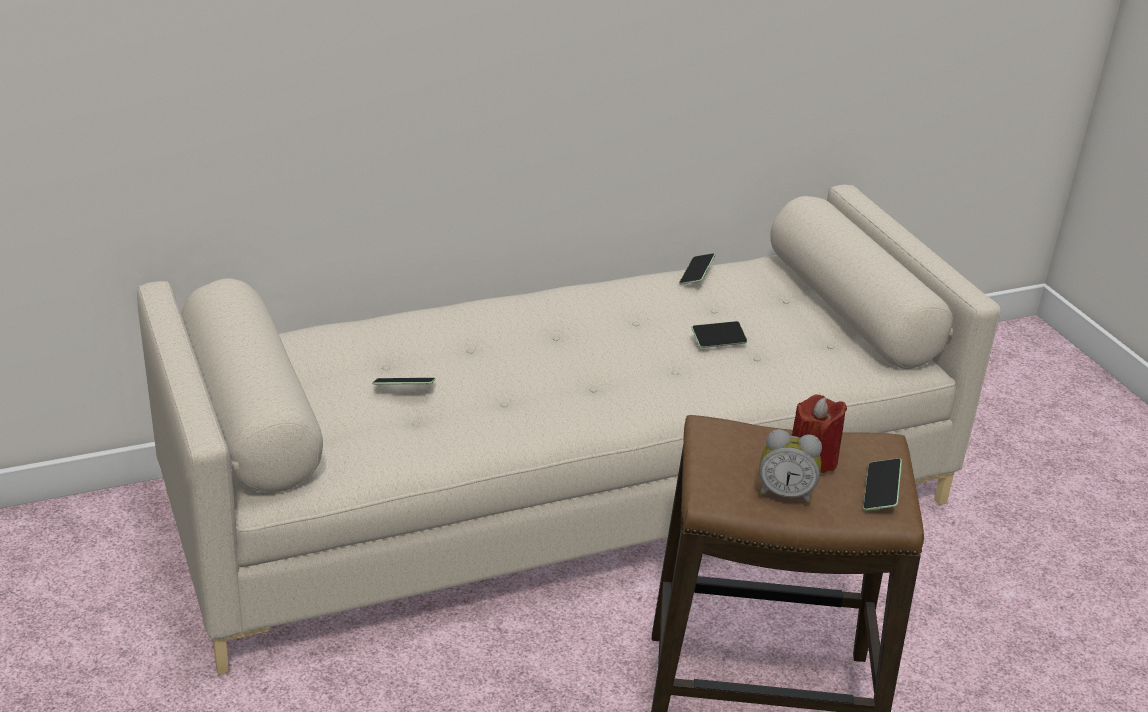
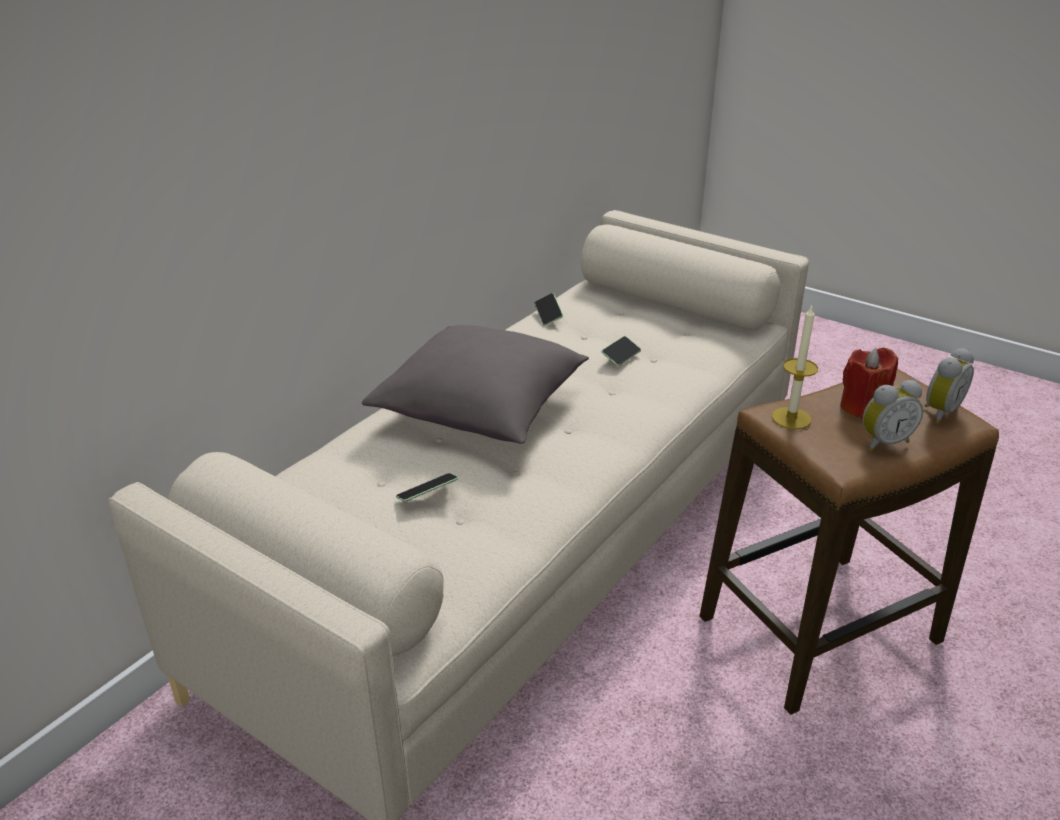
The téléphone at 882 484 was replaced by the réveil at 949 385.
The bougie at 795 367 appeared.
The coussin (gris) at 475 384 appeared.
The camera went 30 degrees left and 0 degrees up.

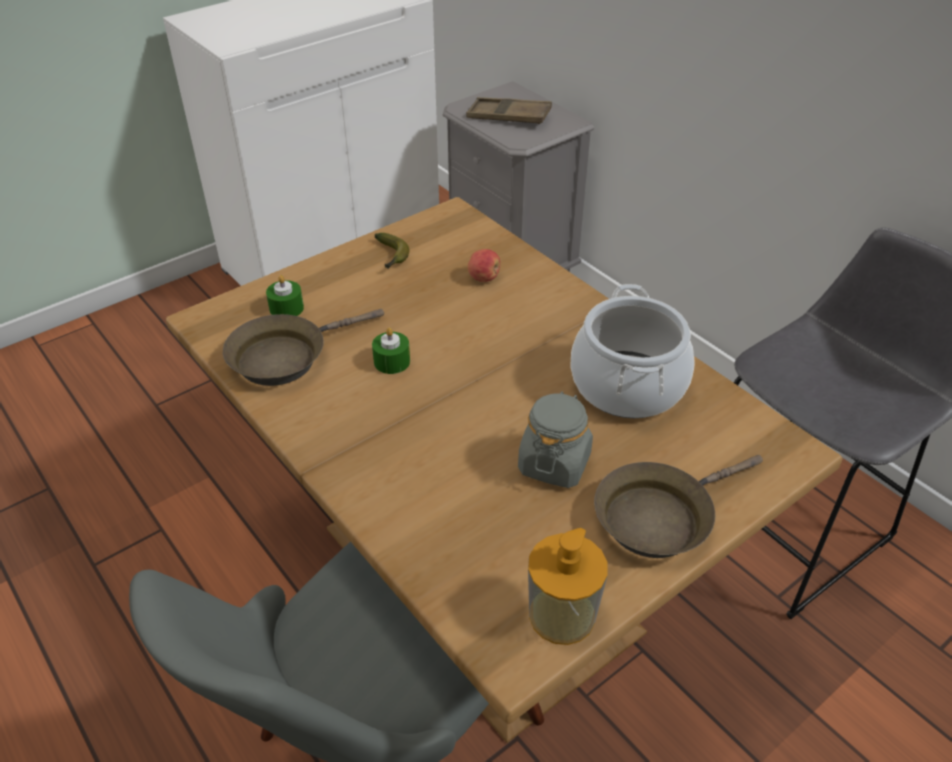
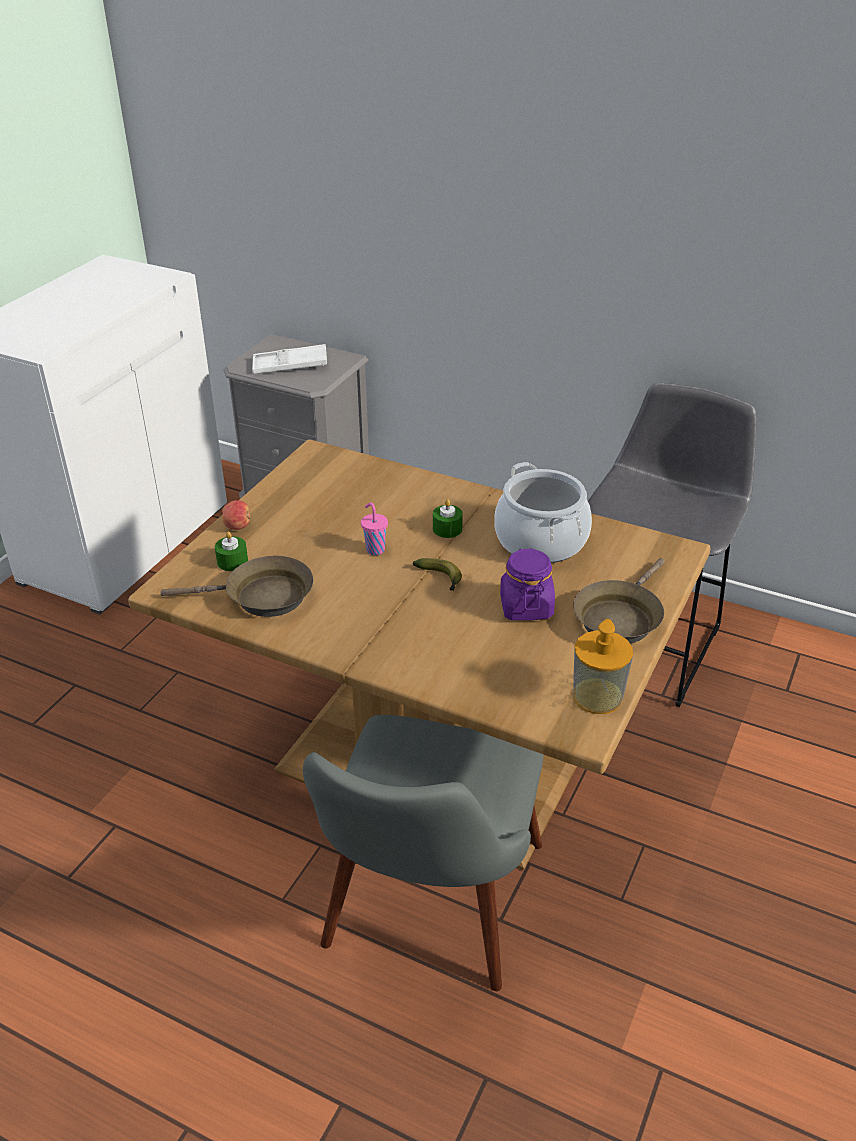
The plateau (marron) at 509 110 became the plateau (blanc) at 289 359.
The banane moved from 392 251 to 437 574.
The pomme moved from 484 265 to 236 515.
The poêle (marron) at 303 347 turned 120 degrees counterclockwise.
The bougie (vert) moved from 391 350 to 448 518.
The bocal (gris) at 555 439 became the bocal (violet) at 527 584.
The tasse (rose) at 374 528 appeared.
The camera went 25 degrees left and 5 degrees down.

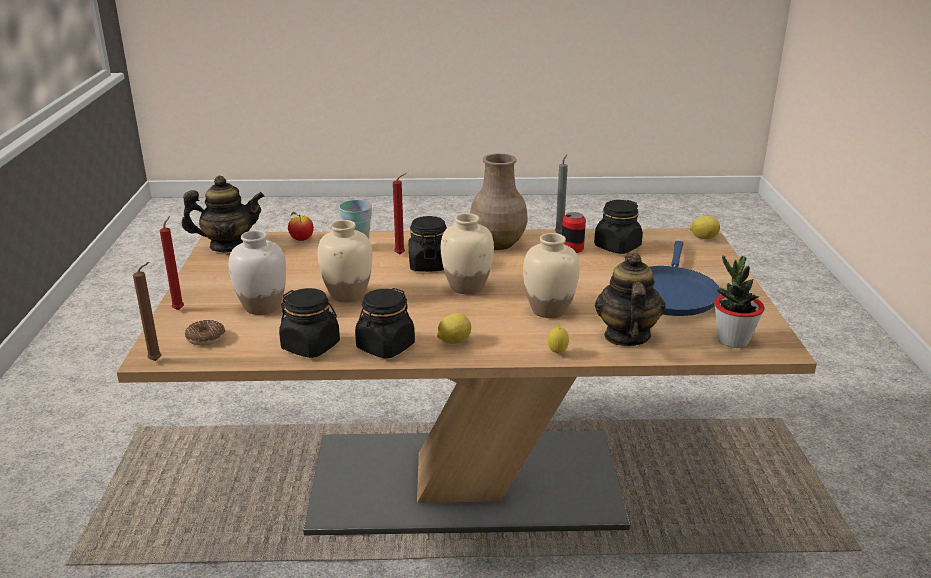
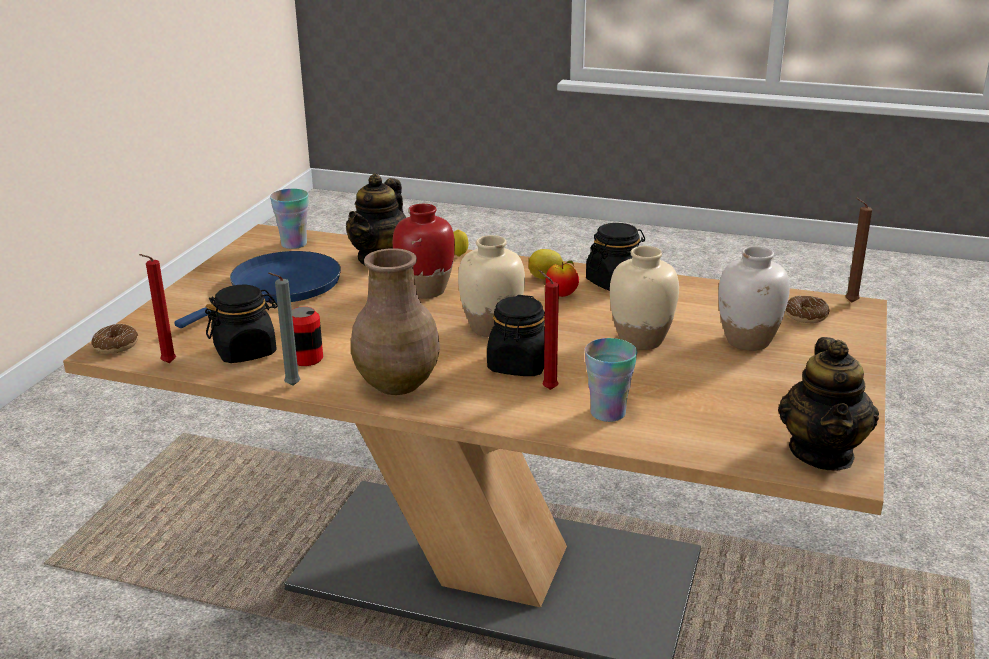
The théière at 223 213 turned 90 degrees counterclockwise.
The pomme moved from 301 226 to 562 278.
The bougie (rouge) moved from 172 263 to 157 308.
The citron at 705 228 was replaced by the beignet at 114 339.
The vase (beige) at 551 275 became the vase (rouge) at 424 251.
The plante en pot at 739 301 was replaced by the tasse at 289 219.
The bocal (noir) at 309 323 disappeared.
The camera went 160 degrees left and 0 degrees up.

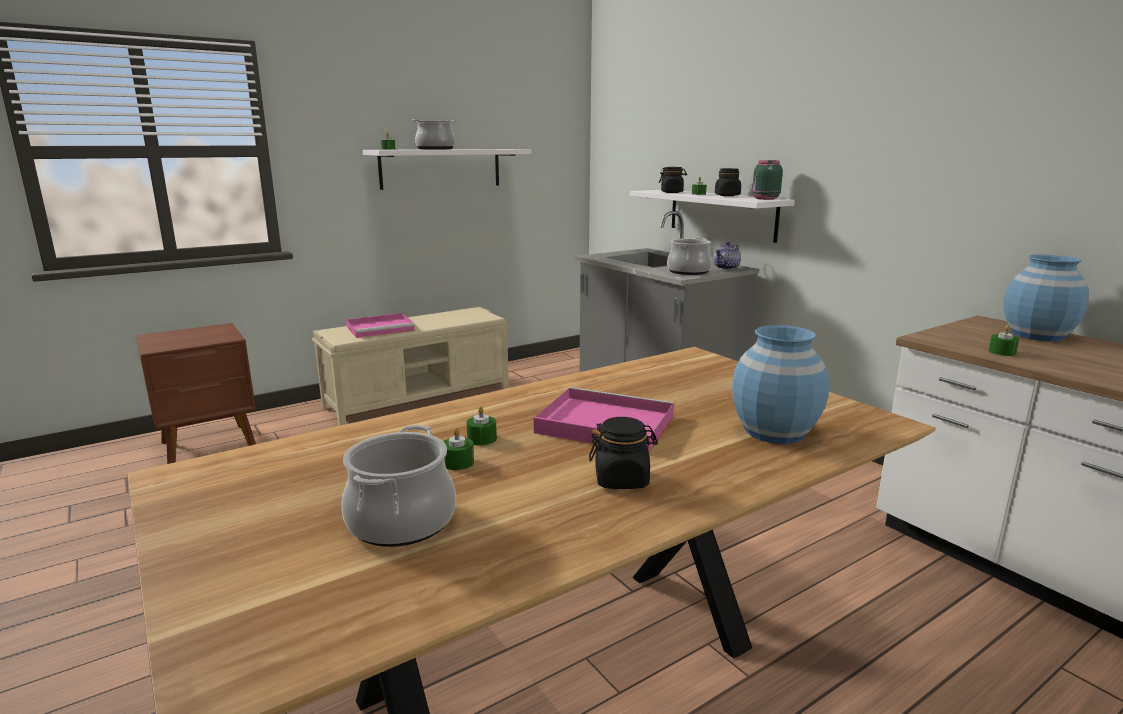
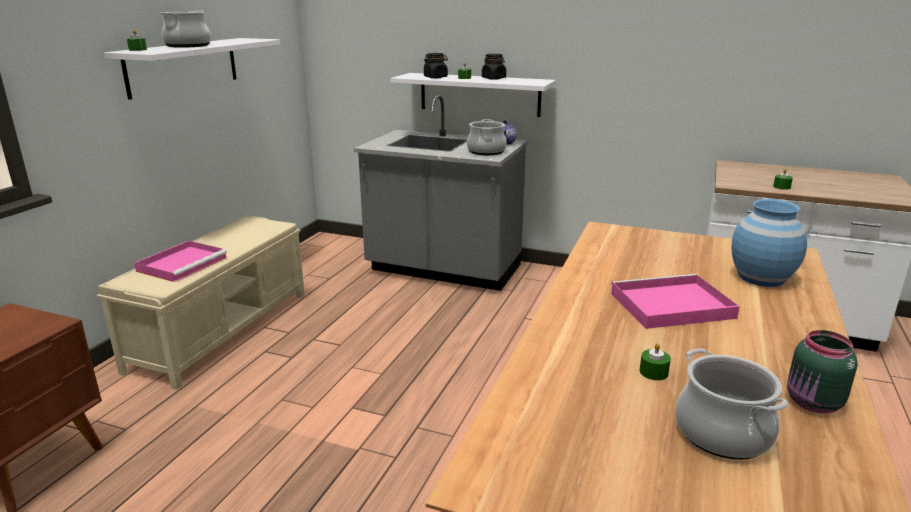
The bocal (vert) moved from 767 180 to 822 371.
The vase (bleu) at 1046 298 disappeared.
The bougie (vert) at 482 425 disappeared.
The bocal (noir) at 623 453 disappeared.
The camera went 35 degrees left and 5 degrees up.

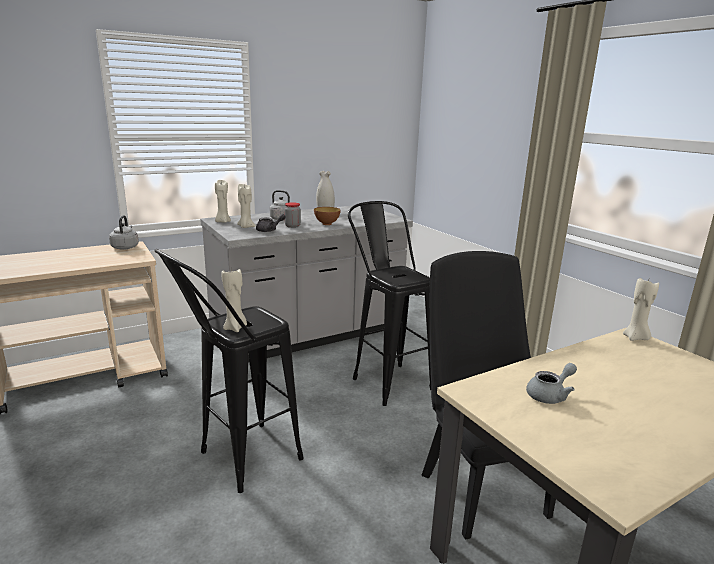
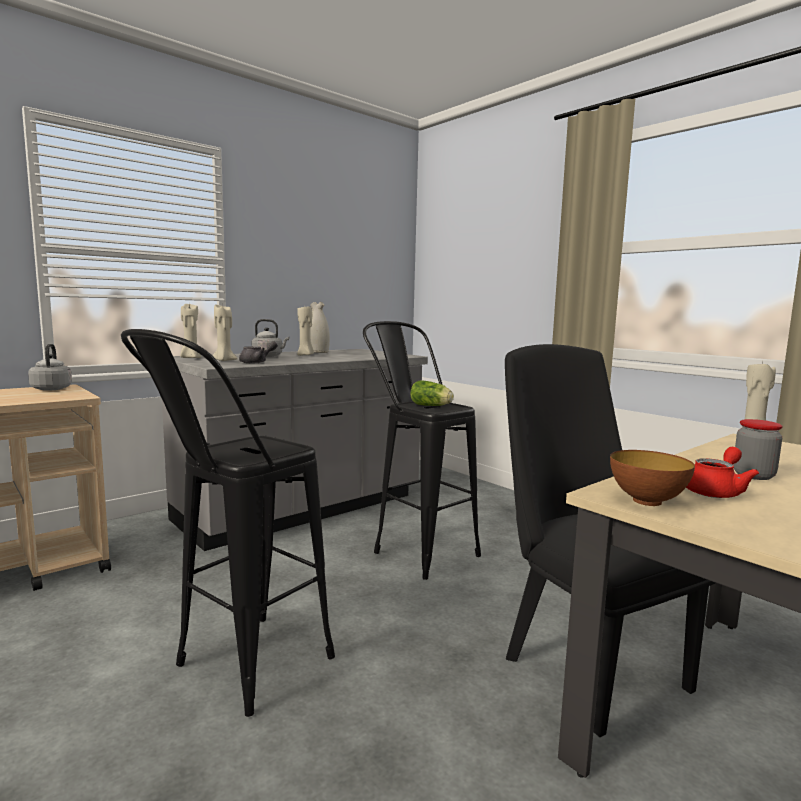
The bocal moved from 292 215 to 757 449.
The bol moved from 327 216 to 652 478.
The bougie (beige) moved from 234 300 to 305 331.
The théière (gris) at 551 383 became the théière (rouge) at 722 472.
The laitue at 432 393 appeared.
The camera went 10 degrees left and 10 degrees down.

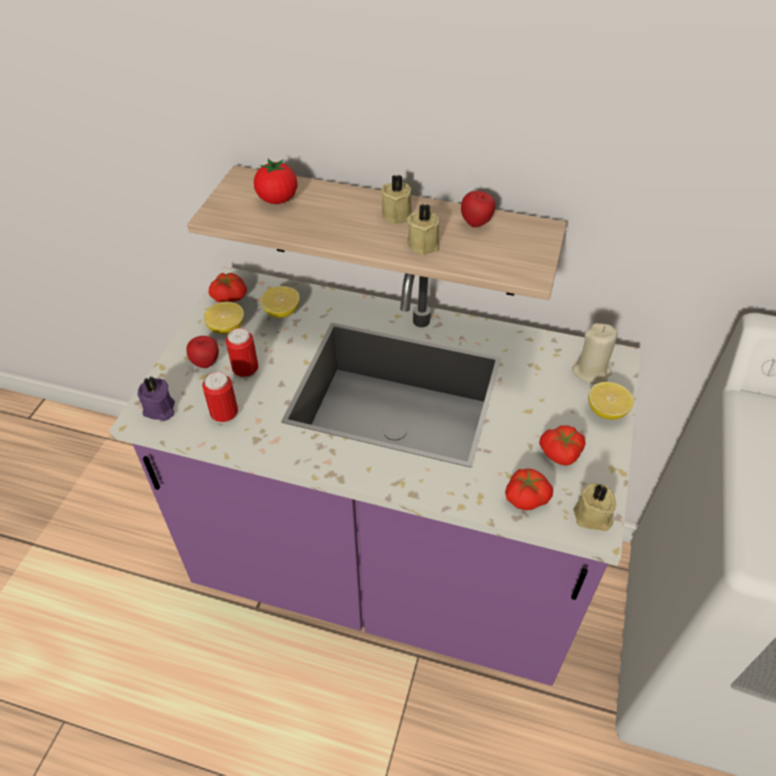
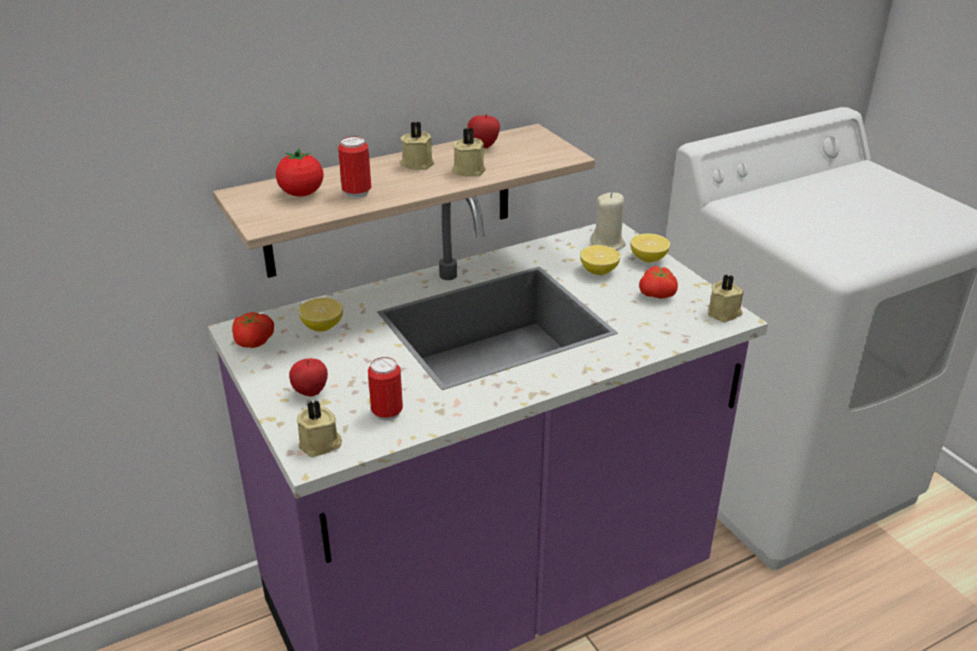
The citron moved from 224 318 to 600 260.
The boîte métallique moved from 242 353 to 354 167.
The bougie (violet) at 156 398 became the bougie (beige) at 319 429.
The tomate at 529 489 disappeared.
The camera went 45 degrees left and 15 degrees down.

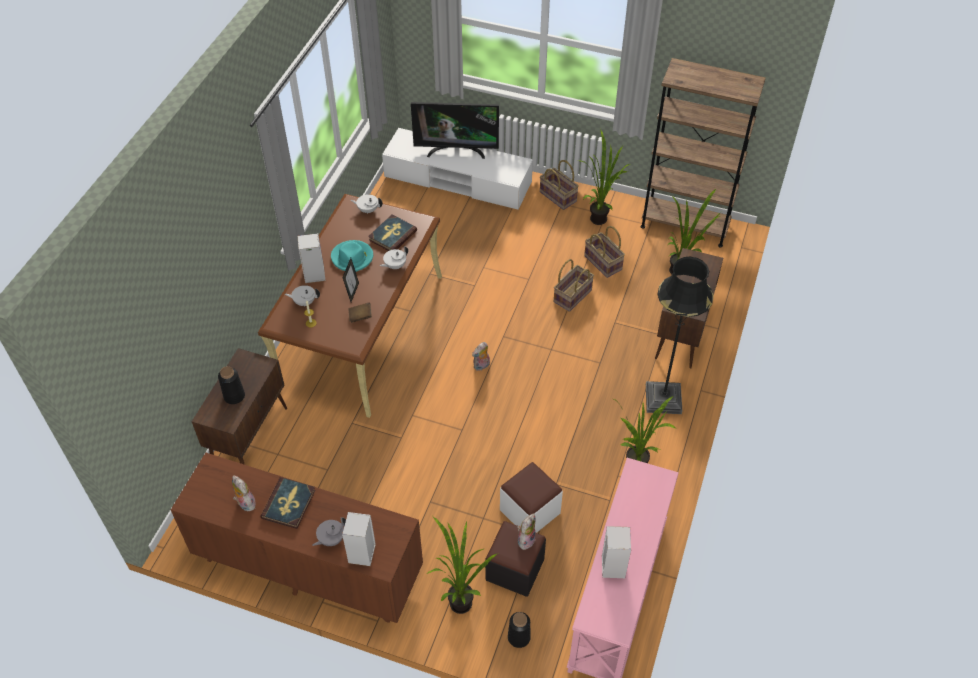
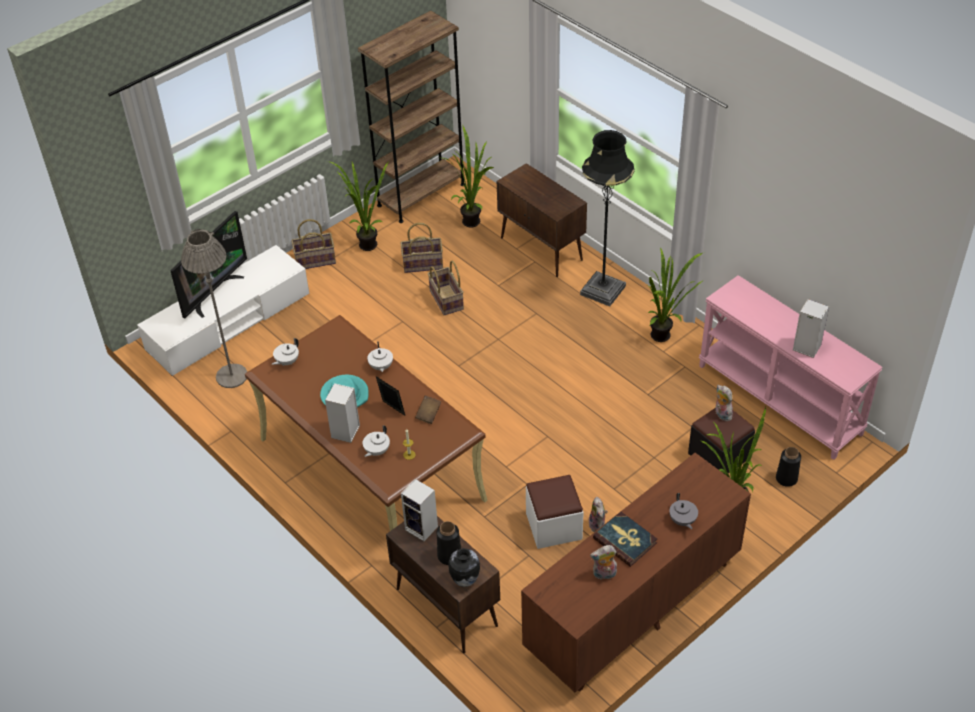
The livre at 392 232 disappeared.
The peluche moved from 481 356 to 598 514.
The pouf (blanc) moved from 531 497 to 555 512.
The enceinte moved from 359 539 to 419 510.
The lampadaire (gris) at 214 308 appeared.
The vase at 464 567 appeared.
The camera went 60 degrees left and 5 degrees down.

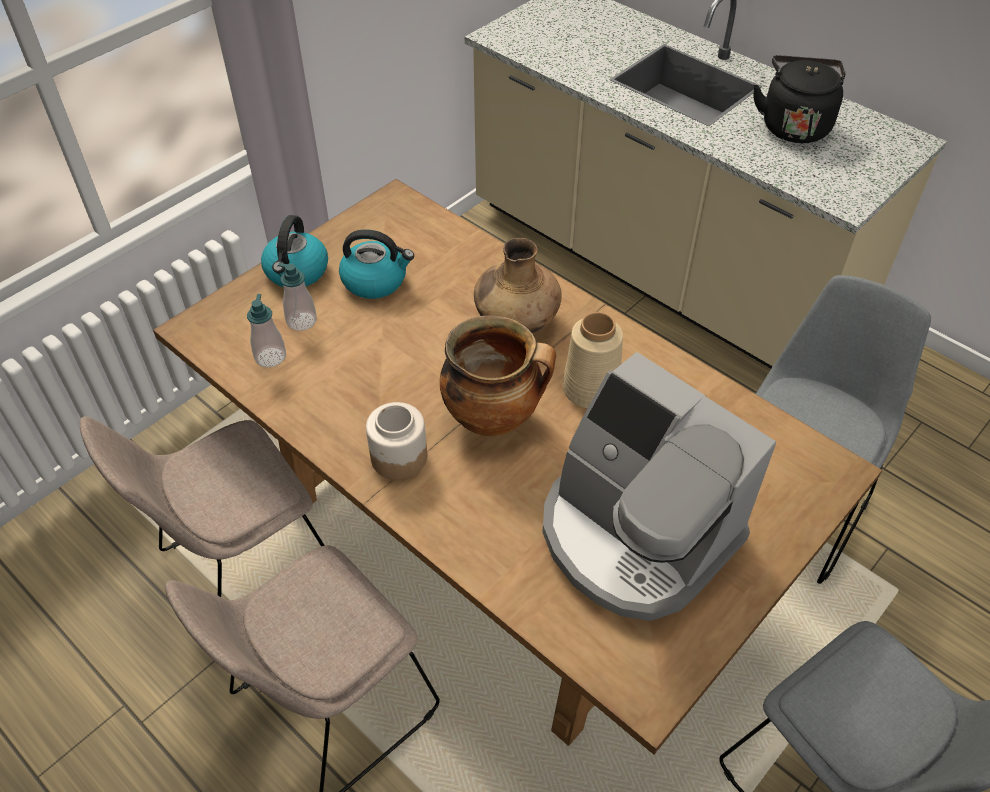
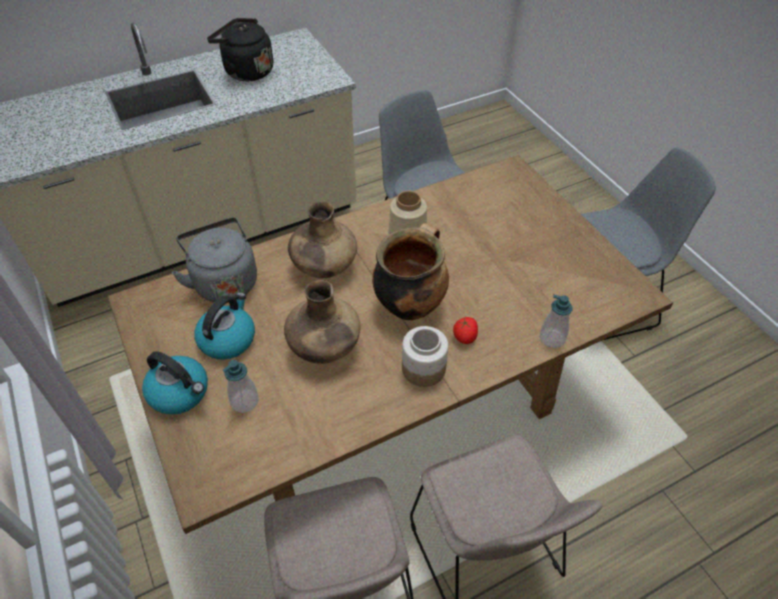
The distributeur de savon moved from 266 331 to 556 321.
The machine à café at 659 486 disappeared.
The bouilloire (gris) at 214 260 appeared.
The vase (marron) at 322 322 appeared.
The tomate at 465 330 appeared.
The camera went 70 degrees left and 0 degrees up.

